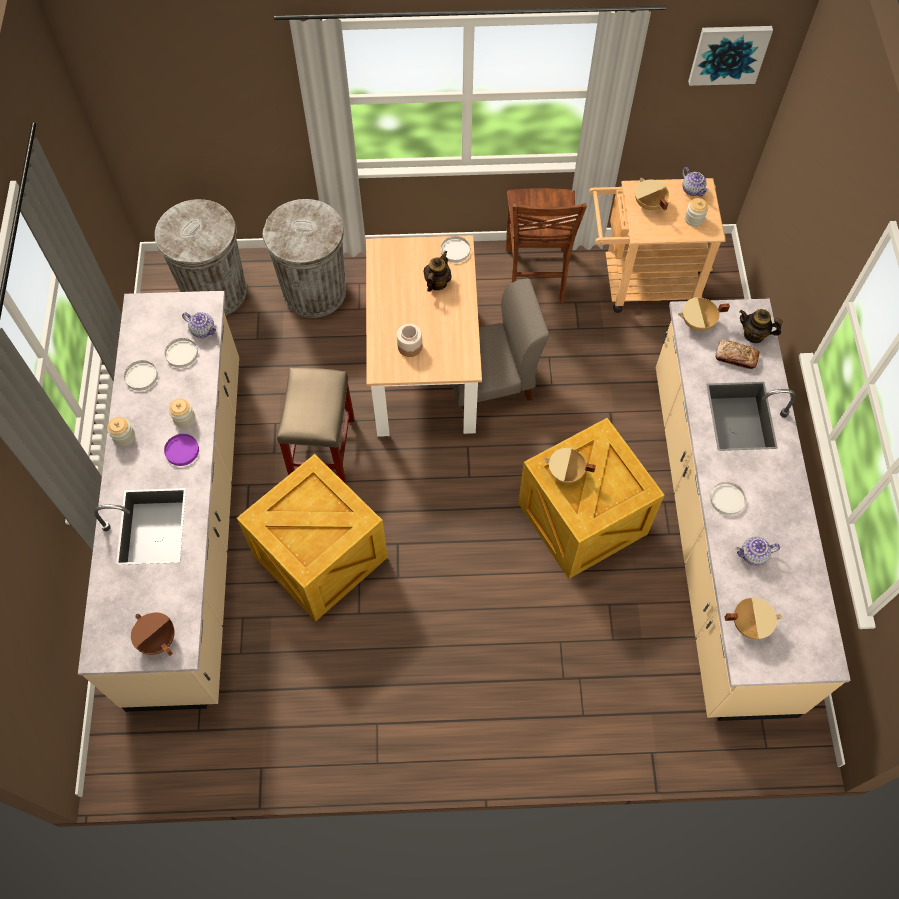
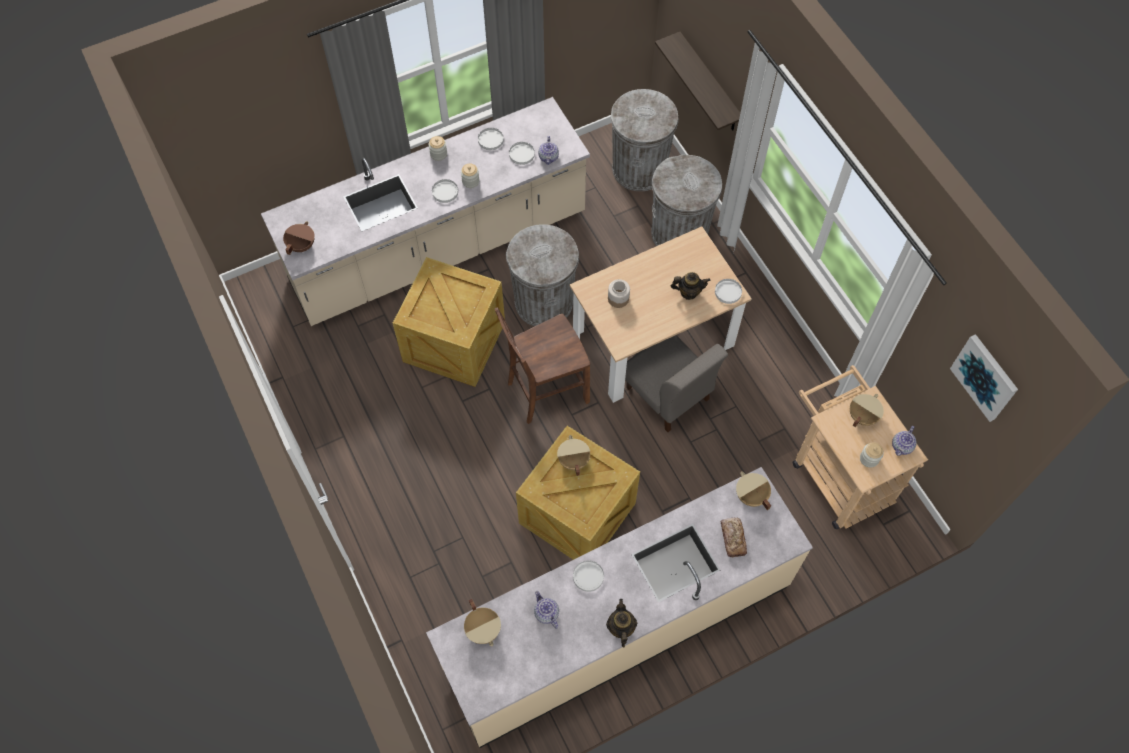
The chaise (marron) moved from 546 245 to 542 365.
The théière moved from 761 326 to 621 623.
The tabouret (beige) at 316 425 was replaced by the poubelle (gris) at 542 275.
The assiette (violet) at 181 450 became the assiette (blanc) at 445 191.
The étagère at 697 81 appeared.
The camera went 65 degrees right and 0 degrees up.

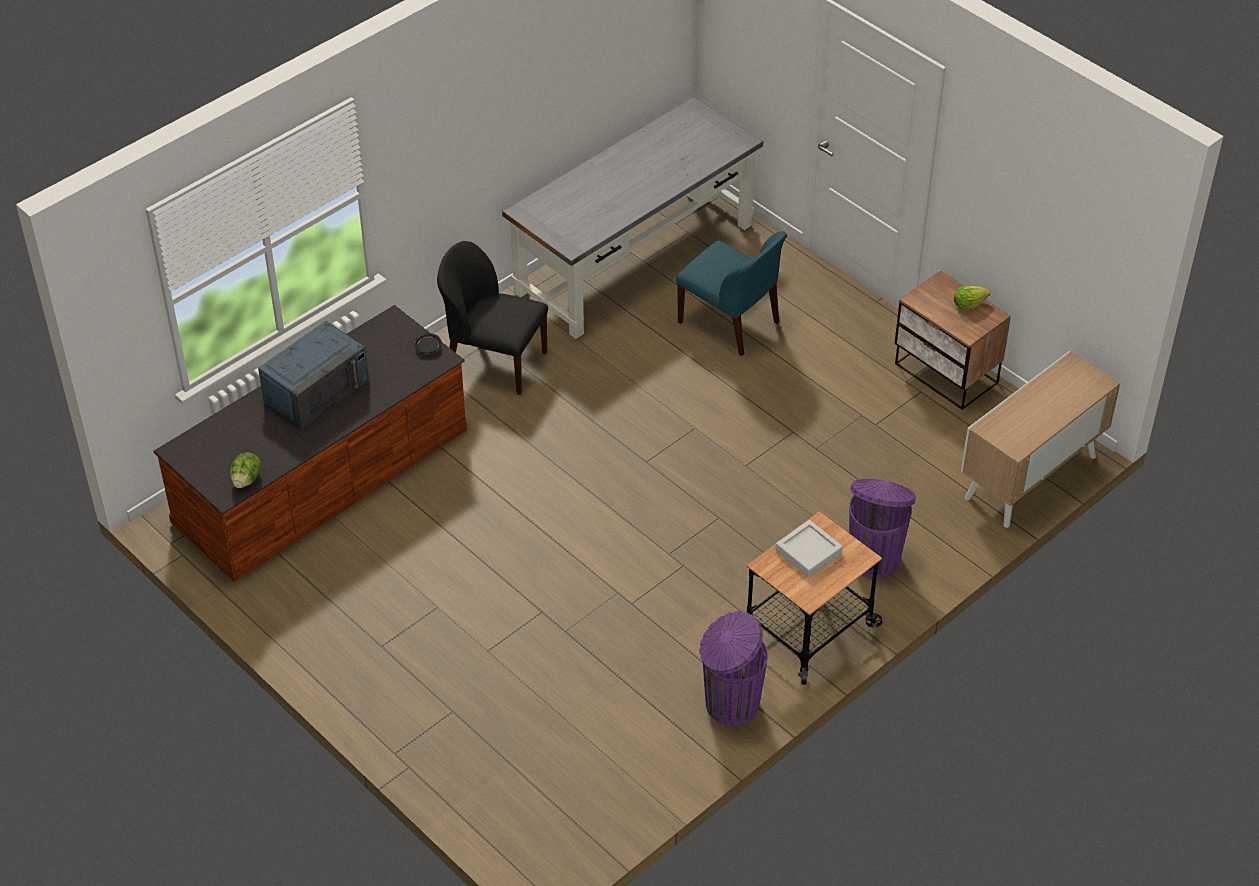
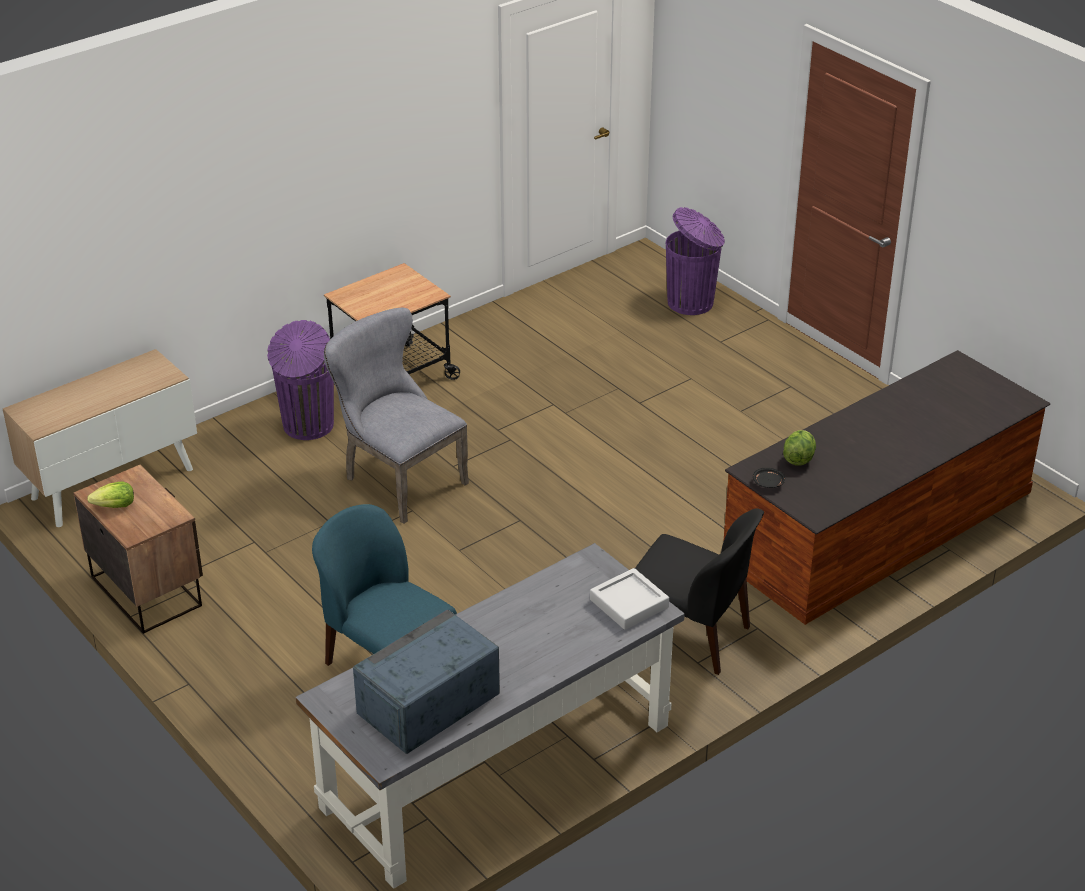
The micro-ondes (bleu) moved from 313 374 to 426 682.
The laitue moved from 245 470 to 799 448.
The plateau (gris) moved from 809 548 to 629 599.
The poubelle (violet) moved from 733 668 to 695 261.
The chaise (gris) at 396 416 appeared.
The camera went 175 degrees left and 10 degrees down.

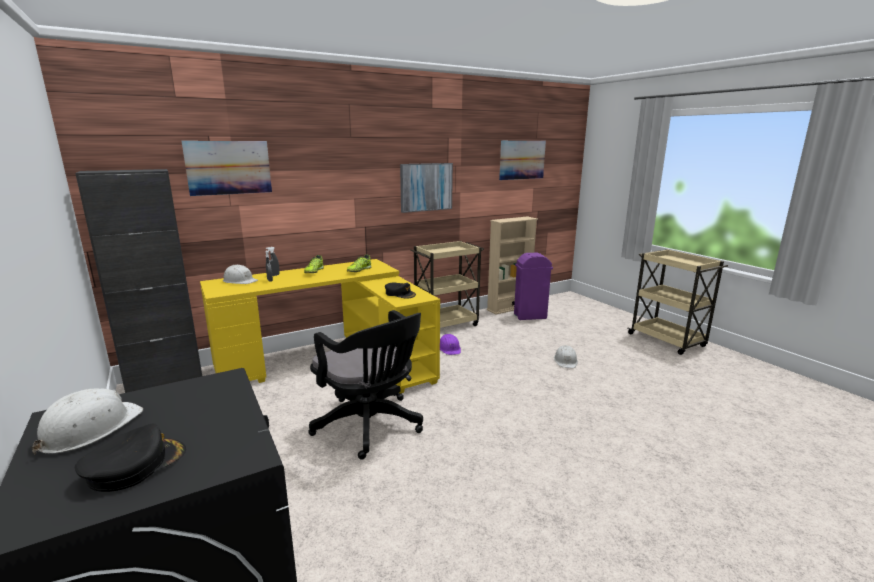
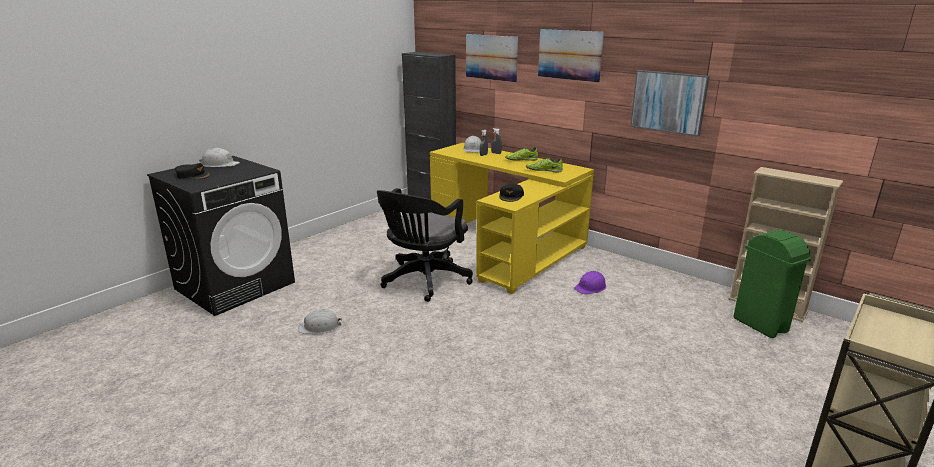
The tableau moved from 522 160 to 571 56.
The chariot (beige) at 447 284 disappeared.
The poubelle (violet) at 533 286 became the poubelle (vert) at 772 284.
The casque de chantier (blanc) moved from 566 356 to 320 321.
The camera went 70 degrees right and 5 degrees up.

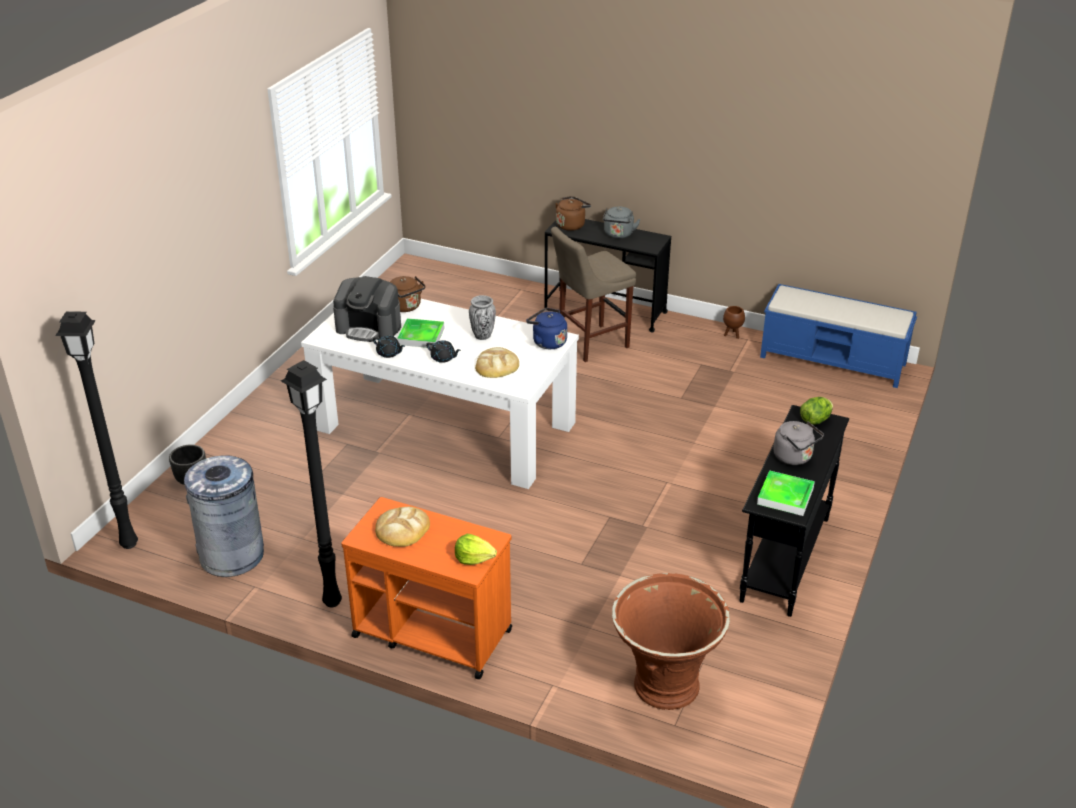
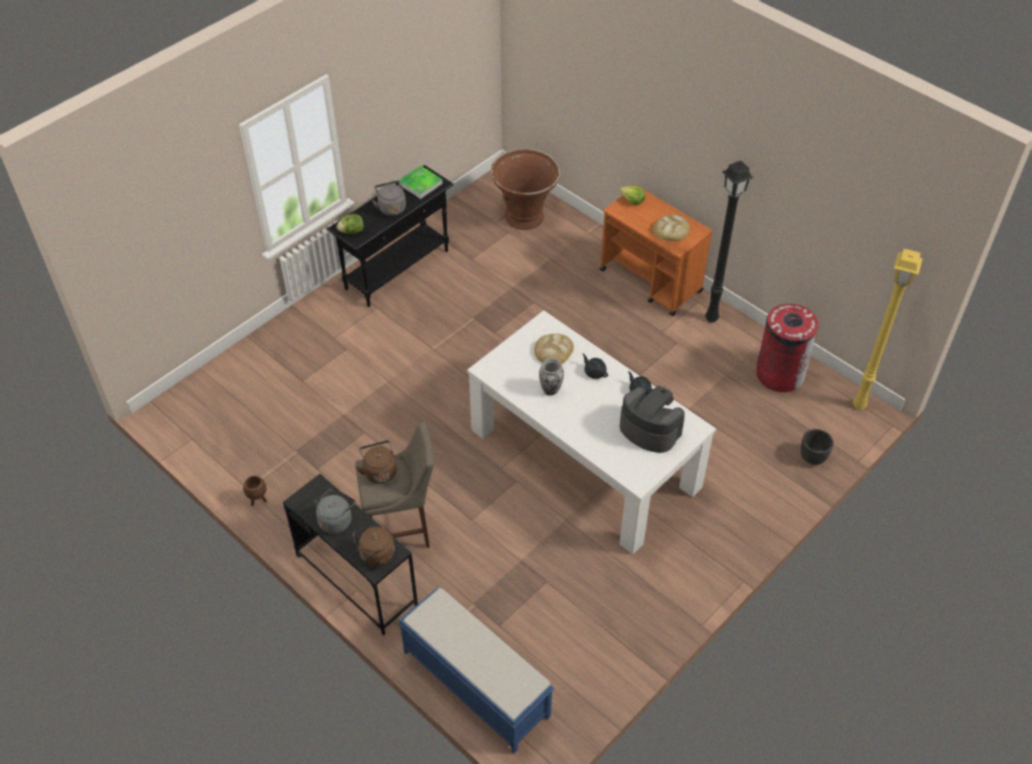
The bouilloire (marron) moved from 408 294 to 376 462.
The banc (bleu) moved from 838 336 to 476 670.
The bouilloire (bleu) at 546 328 disappeared.
The lampadaire (noir) at 96 430 became the lampadaire (jaune) at 888 329.
The plateau at 420 333 disappeared.
The poubelle (gris) at 224 516 became the poubelle (rouge) at 787 347.
The camera went 160 degrees left and 15 degrees up.

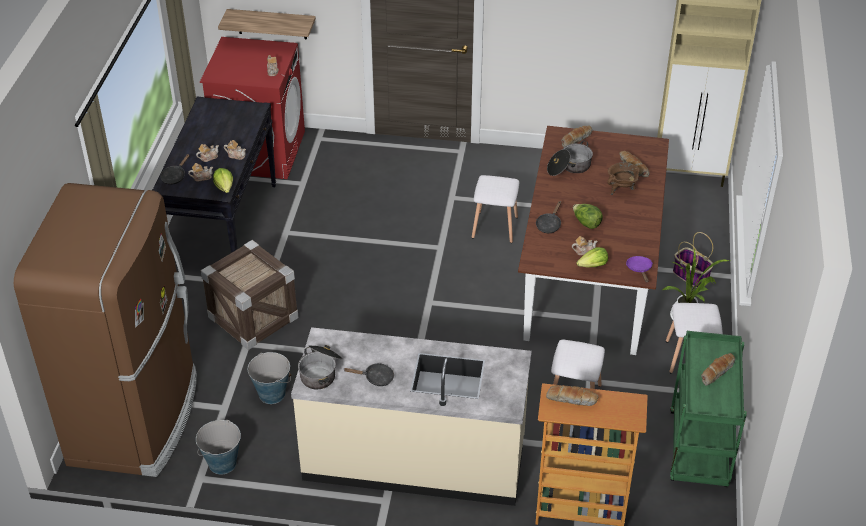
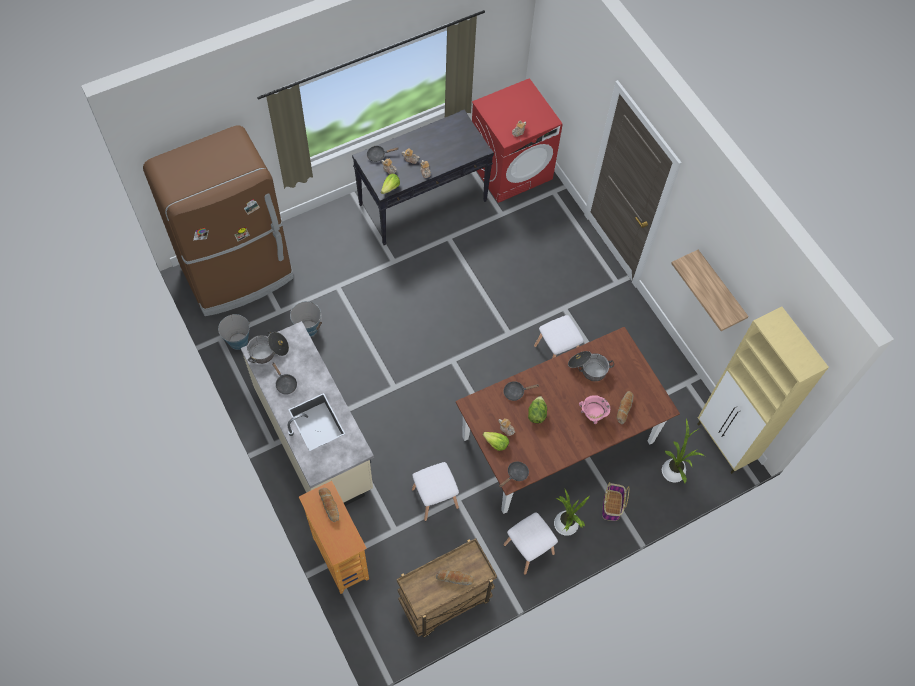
The étagère moved from 267 24 to 710 290.
The pain at 576 136 disappeared.
The marmite (marron) at 623 178 became the marmite (rose) at 594 409.
The caisse at 249 295 disappeared.
The poêle (violet) at 639 269 became the poêle (noir) at 514 474.
The chariot (vert) at 708 409 became the chariot (marron) at 447 587.
The plante en pot at 683 451 appeared.
The camera went 50 degrees right and 20 degrees up.

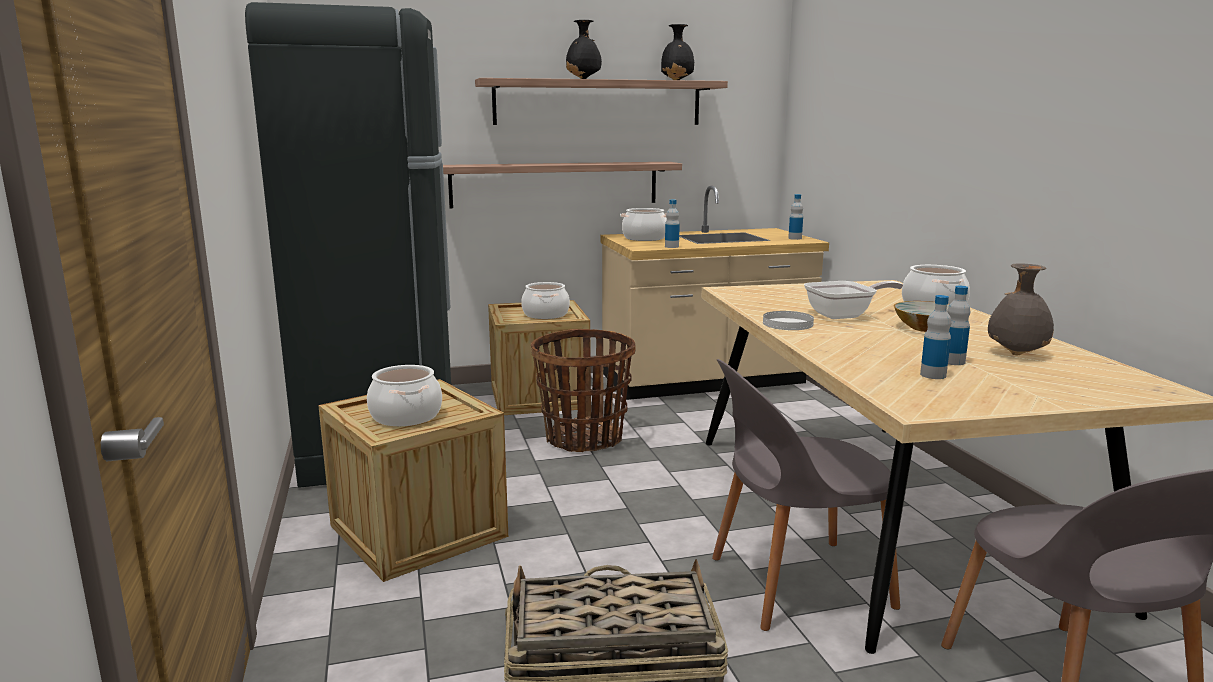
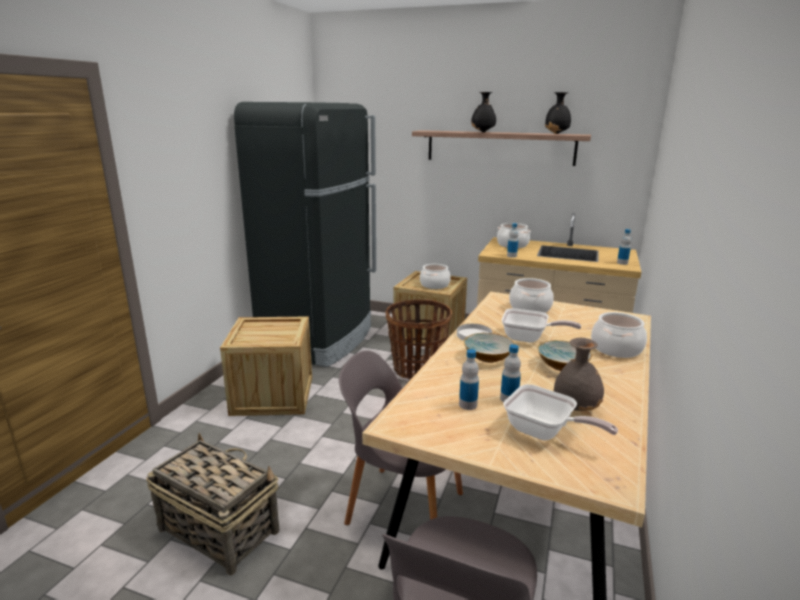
The étagère at 562 185 disappeared.
The marmite moved from 404 395 to 531 295.
The bol at 489 348 appeared.
The poêle at 560 412 appeared.
The camera went 35 degrees right and 5 degrees up.

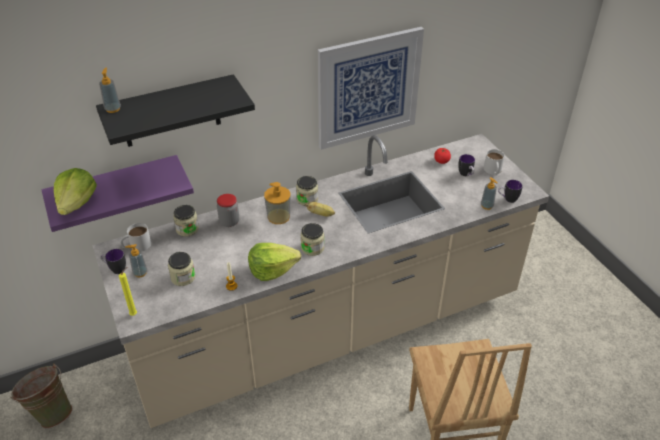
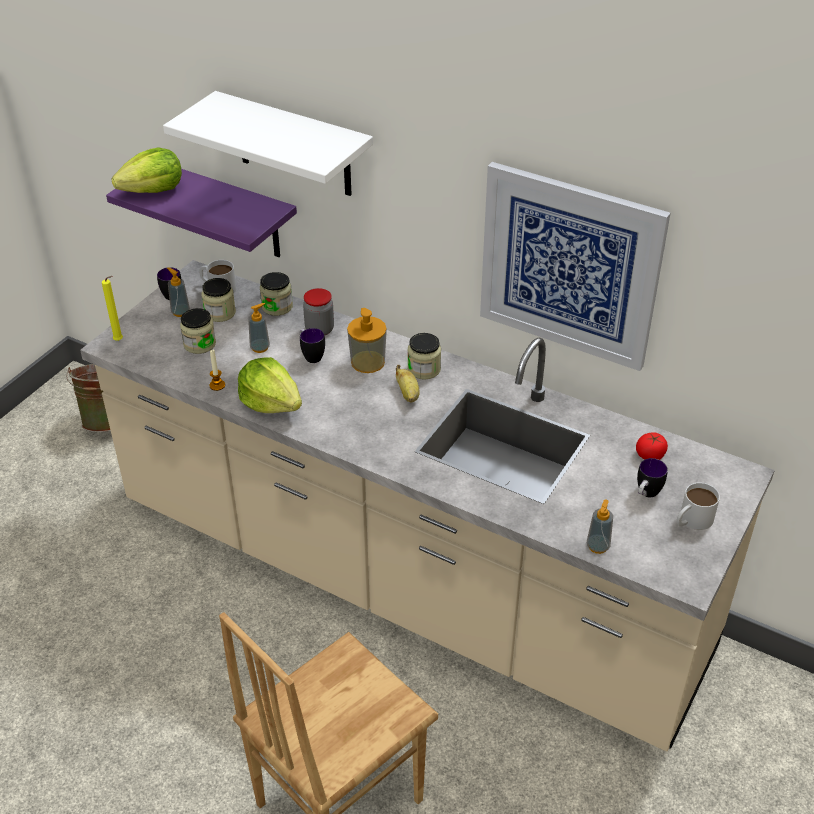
The distributeur de savon moved from 110 90 to 259 328.
The étagère (noir) at 175 110 became the étagère (blanc) at 268 143.
The mug moved from 510 191 to 312 345.
The bocal moved from 312 239 to 219 300.
The camera went 55 degrees right and 0 degrees up.

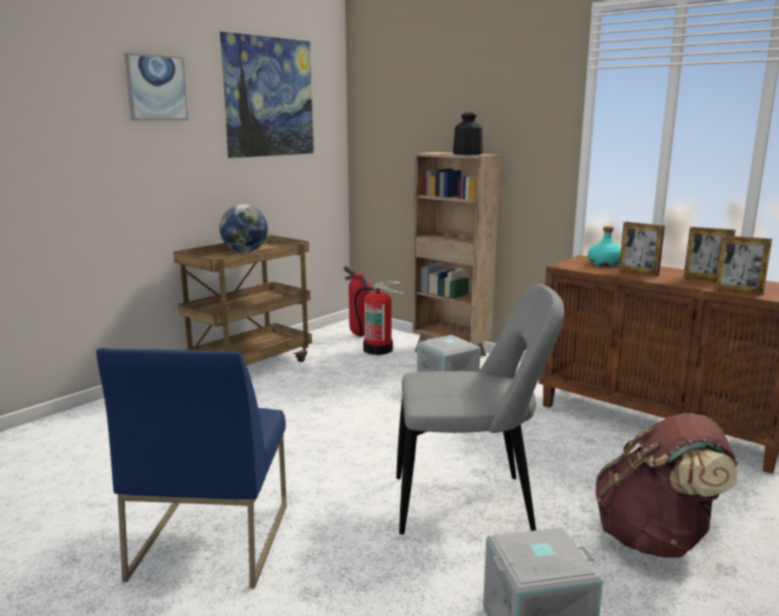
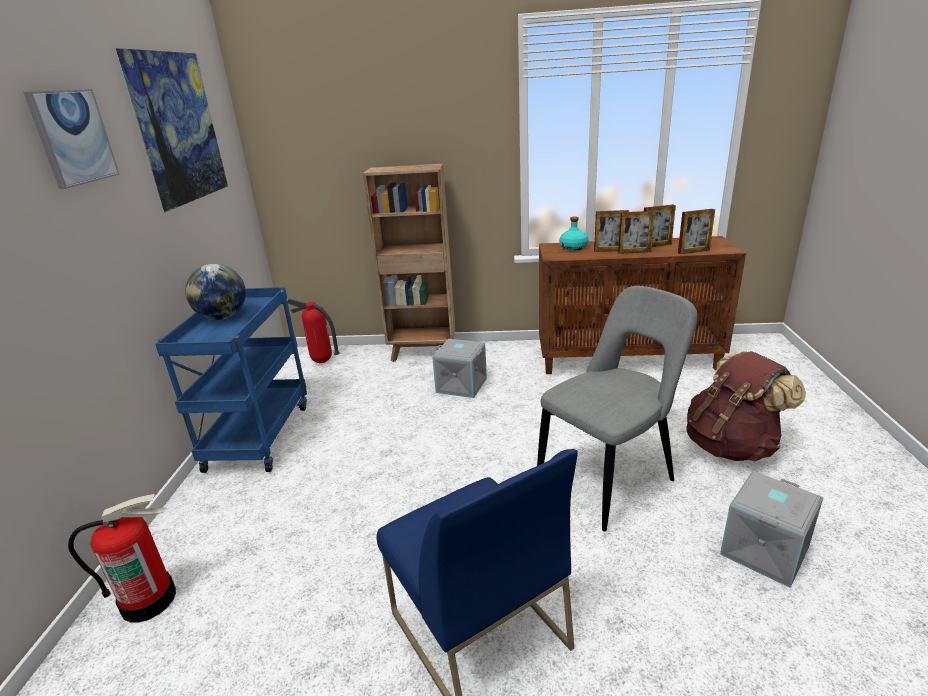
The bouteille at 468 133 disappeared.
The chariot (marron) at 242 300 became the chariot (bleu) at 231 380.
The extincteur moved from 378 318 to 122 558.
The cadre photo at 636 232 appeared.
The camera went 35 degrees left and 10 degrees up.

